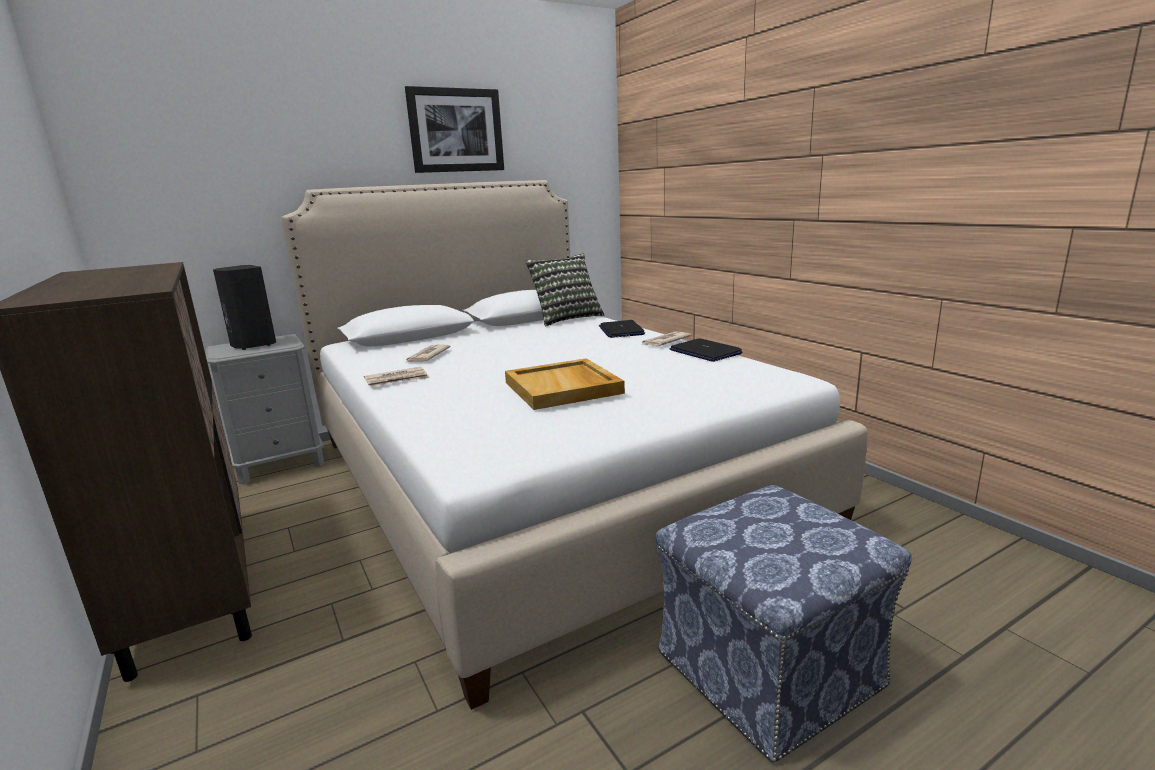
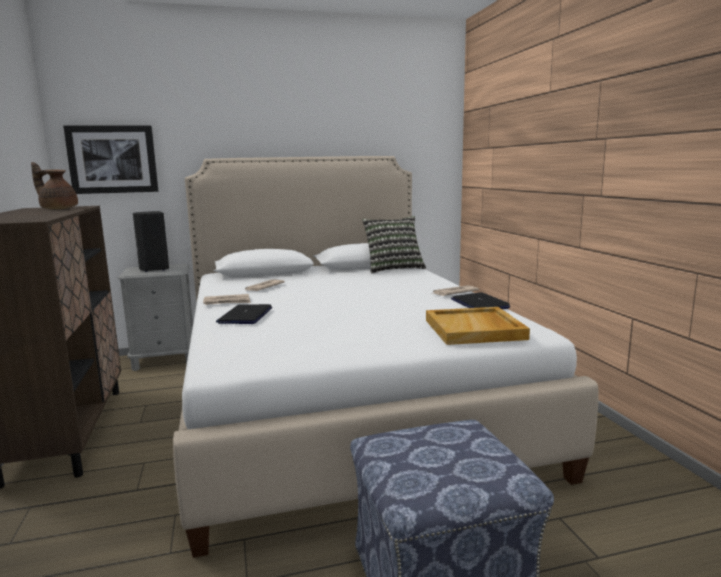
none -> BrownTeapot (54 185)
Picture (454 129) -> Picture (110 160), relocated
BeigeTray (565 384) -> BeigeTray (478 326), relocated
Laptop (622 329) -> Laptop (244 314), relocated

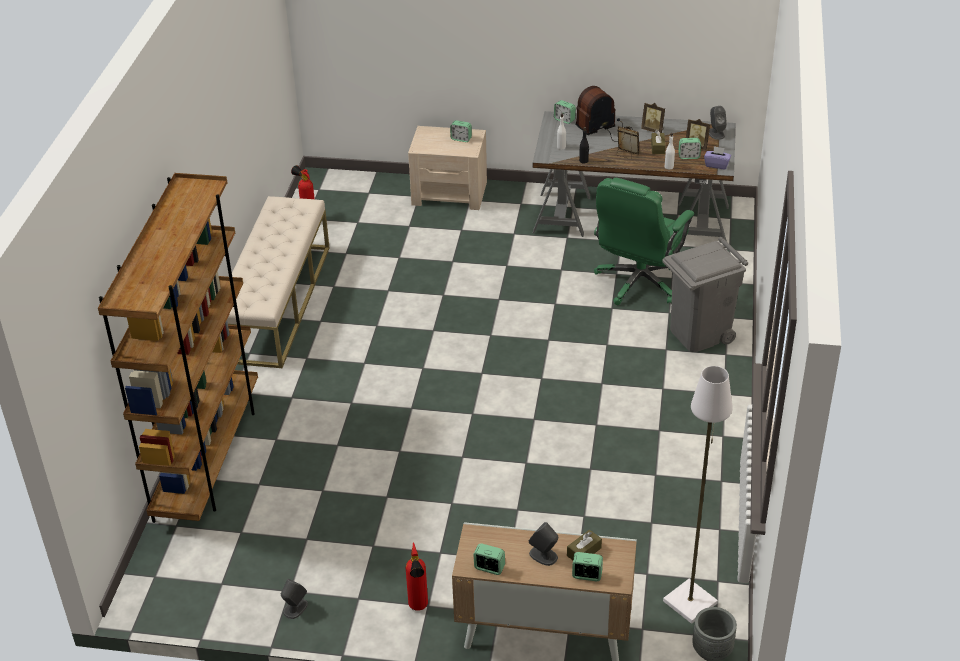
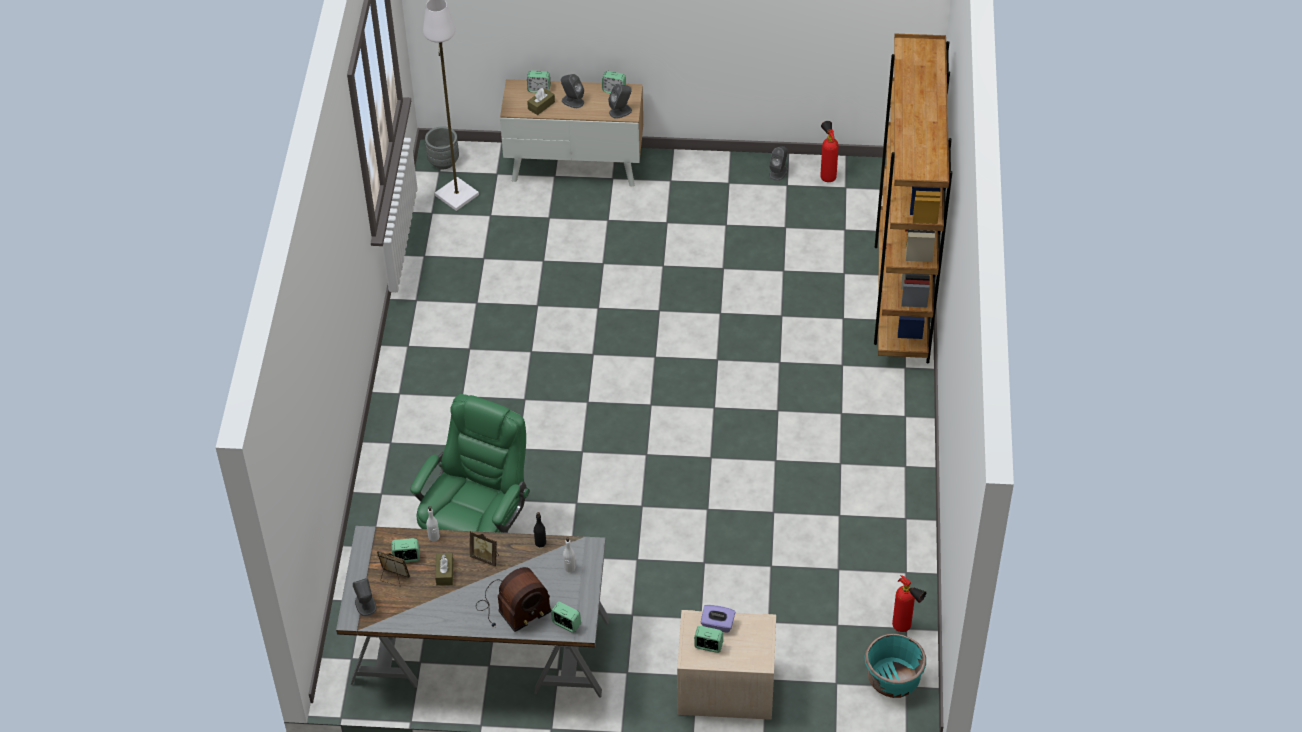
BeigeBench (278 282) -> none
PictureFrame (653 118) -> none
GreyTrashCan (705 294) -> none
none -> GreySpeaker (620 101)
none -> TurquoisePlanter (895 665)
FireExtinguisher (417 576) -> FireExtinguisher (829 151), relocated
PurpleTissueBox (717 157) -> PurpleTissueBox (718 619), relocated

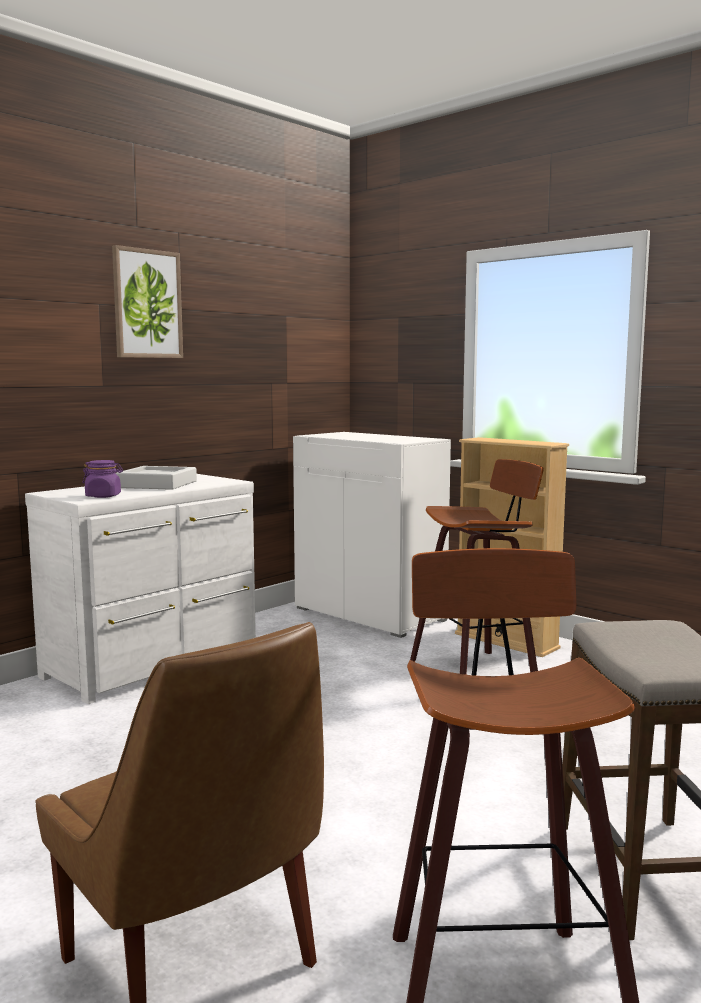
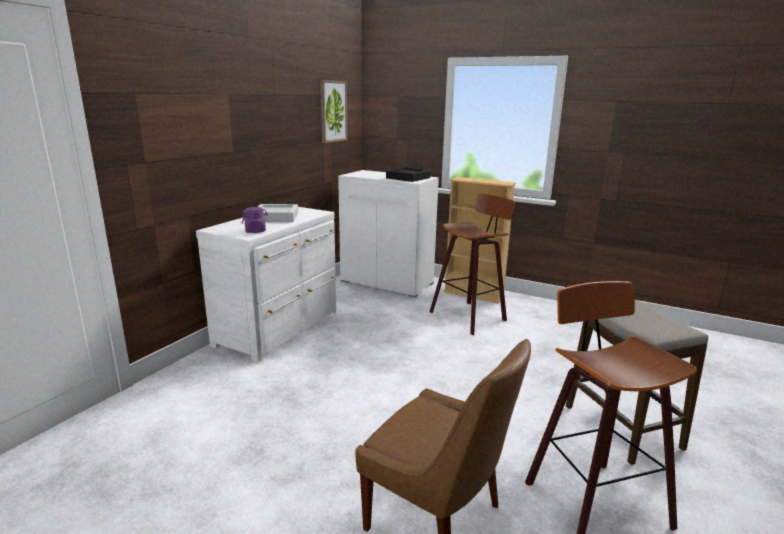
none -> BlackTray (408 174)
Picture (147 301) -> Picture (333 111), relocated

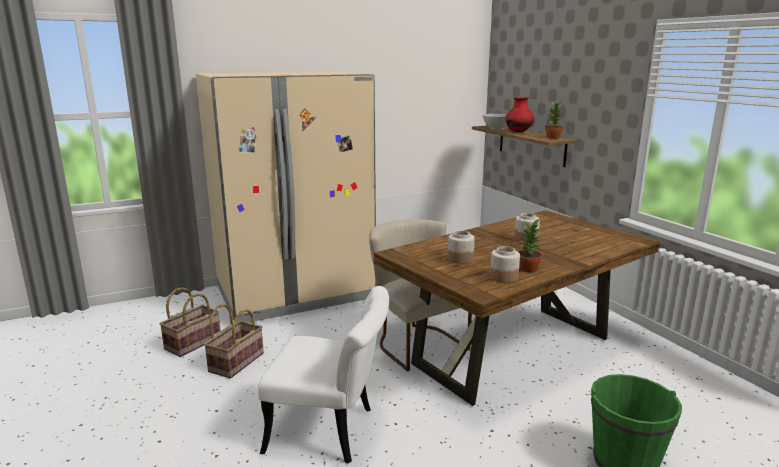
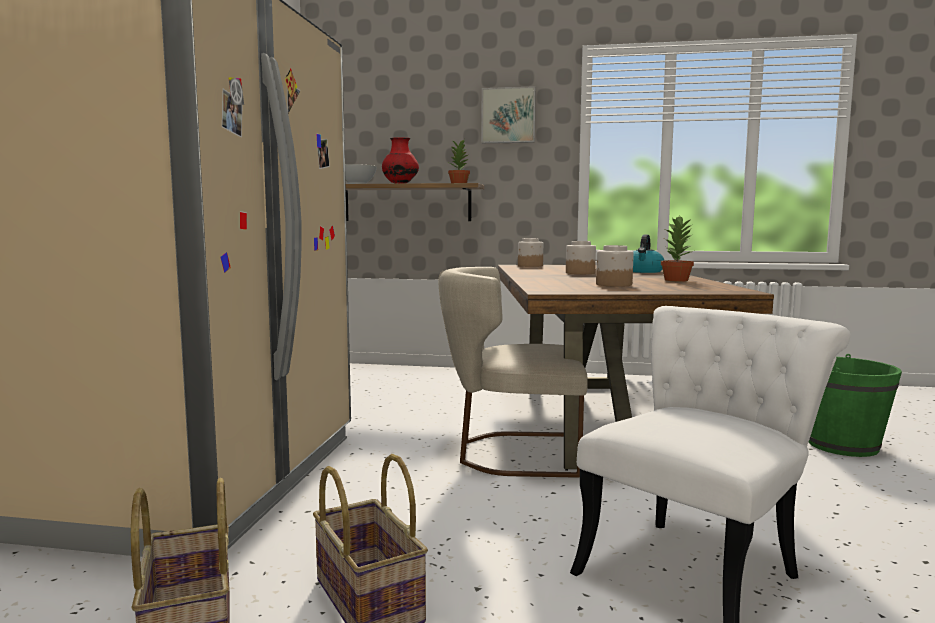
none -> Picture (508 114)
none -> Kettle (648 253)
Jar (505 264) -> Jar (530 252), relocated

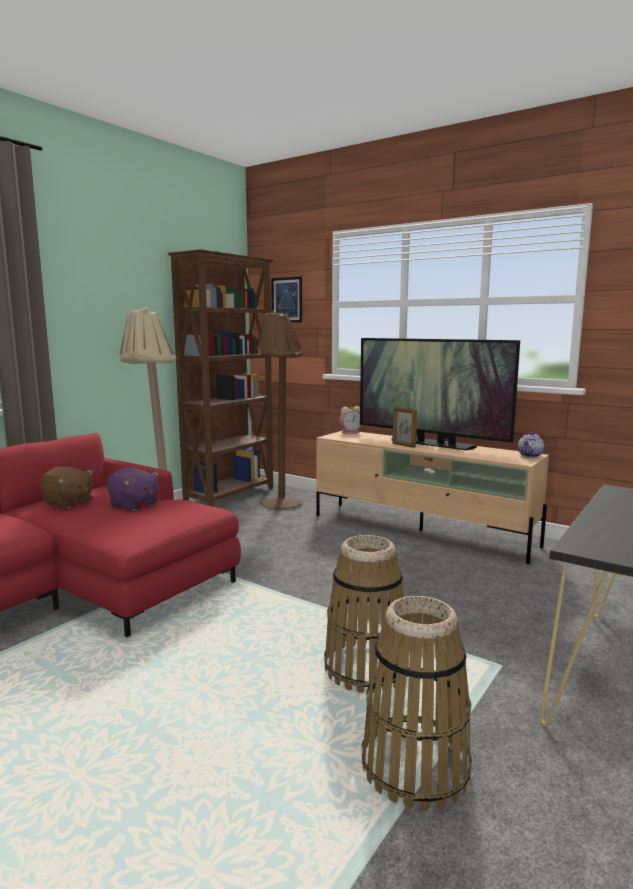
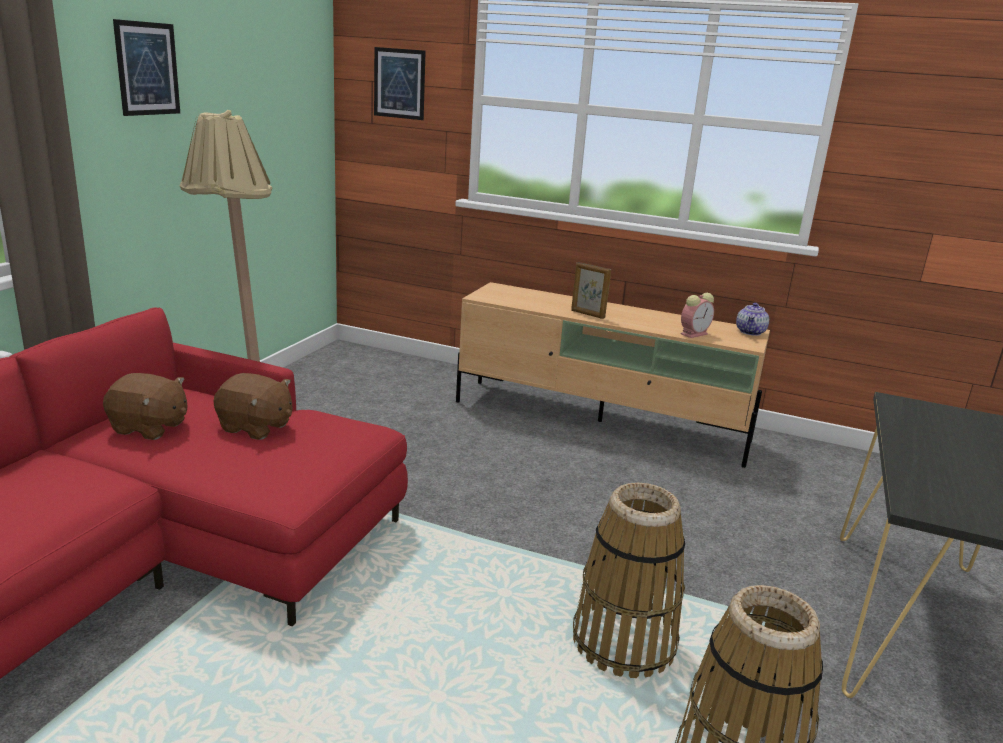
BrownBookcase (221 378) -> none
BrownFloorLamp (280 409) -> none
Television (440 394) -> none
none -> Picture (146 67)
AlarmClock (350 420) -> AlarmClock (697 315), relocated
PurplePlushToy (133 489) -> BrownPlushToy (252 406)

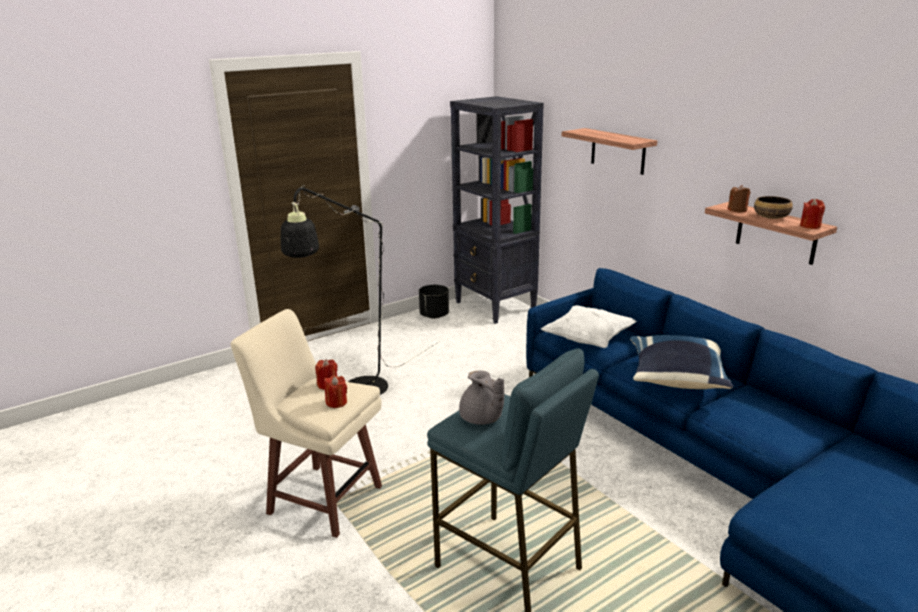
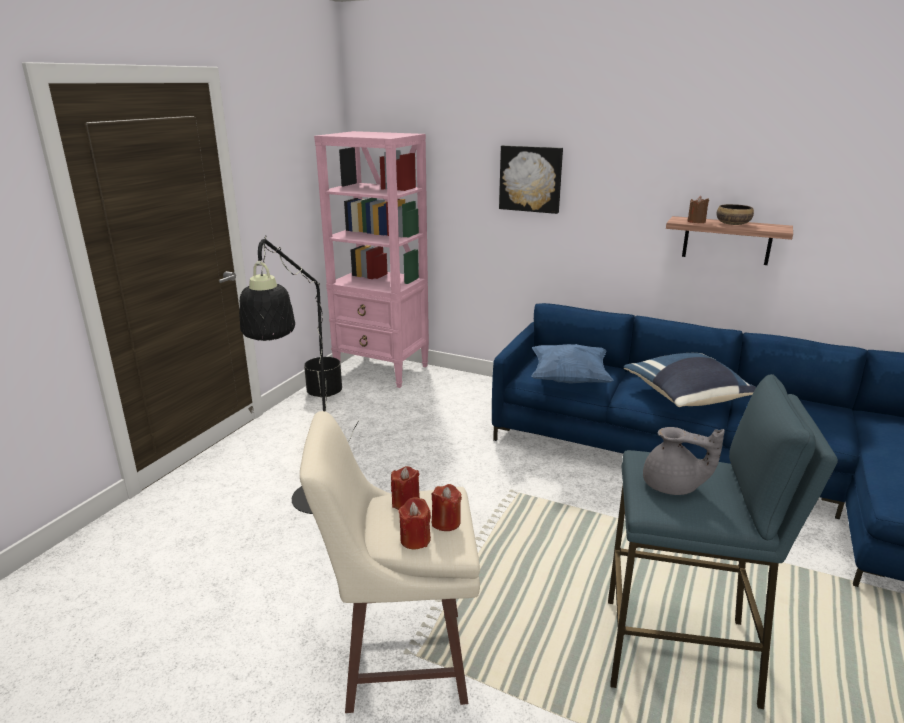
RedCandle (812 214) -> RedCandle (414 523), relocated
Shelf (609 151) -> Picture (531 179)
BlackBookcase (497 210) -> PinkBookcase (371 259)
WhitePillow (589 326) -> BluePillow (572 364)

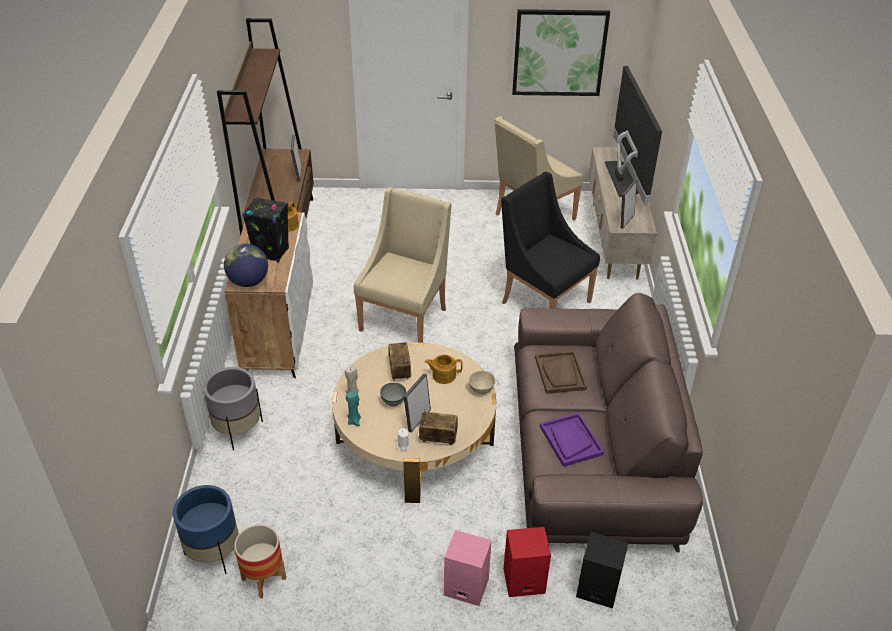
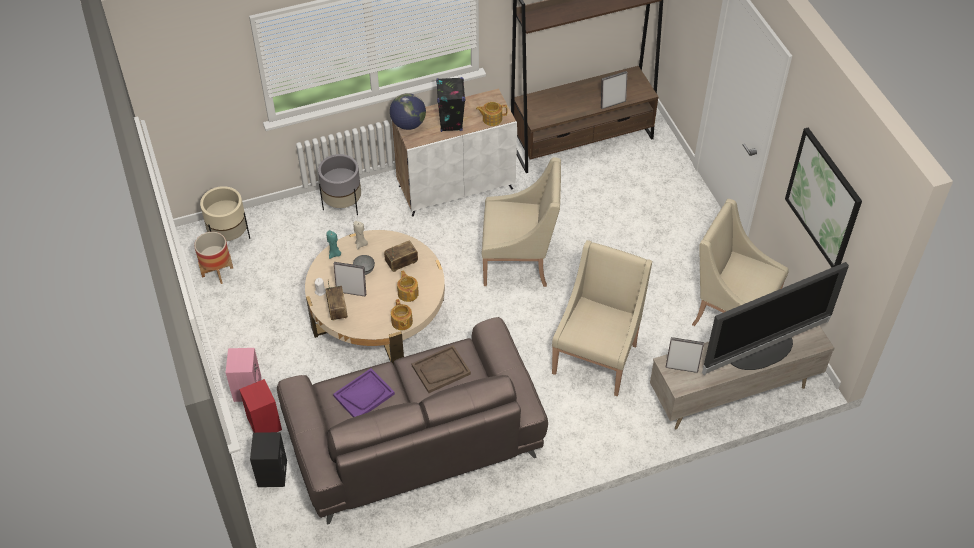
BeigeBowl (482 382) -> Teapot (402 314)
BluePlanter (206 529) -> BeigePlanter (225 213)
BlackArmchair (550 240) -> BeigeArmchair (602 318)

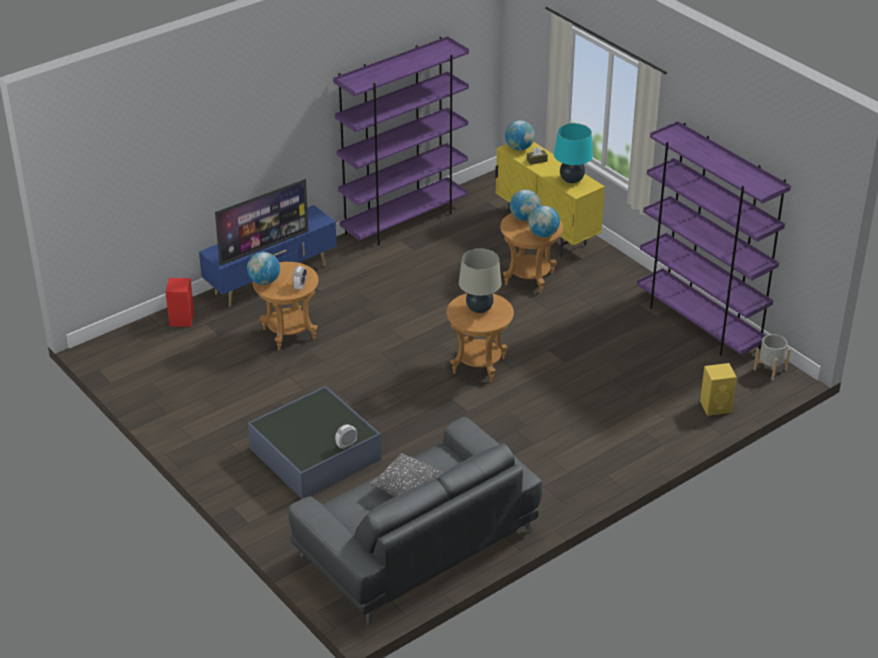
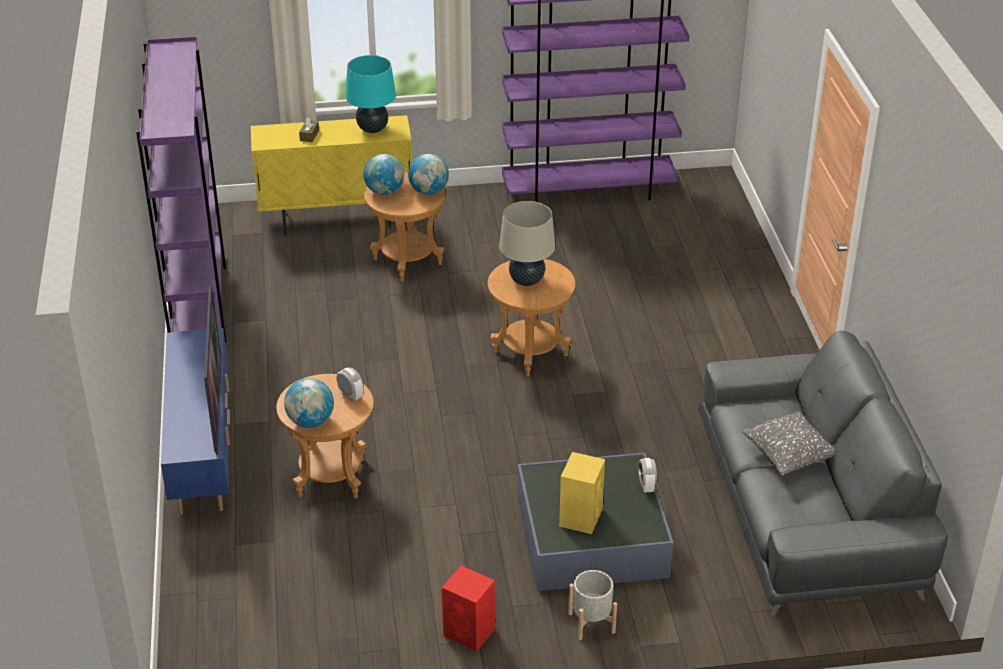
Globe (520 135) -> none
RedSpeaker (179 302) -> RedSpeaker (468 609), relocated
YellowSpeaker (718 389) -> YellowSpeaker (582 493), relocated
GreyPlanter (772 357) -> GreyPlanter (592 605), relocated

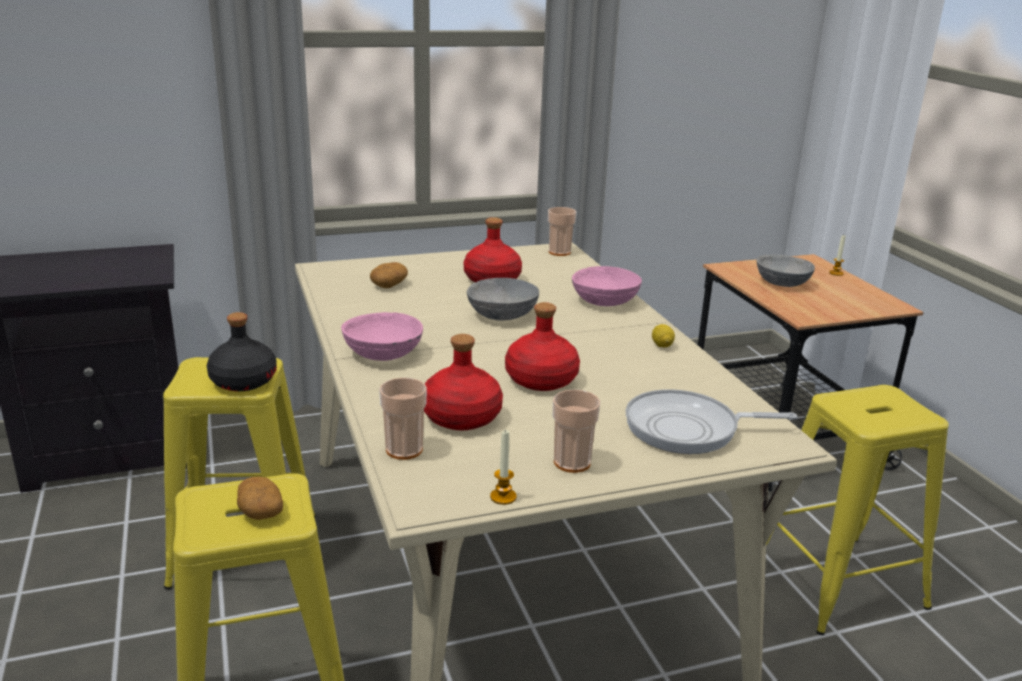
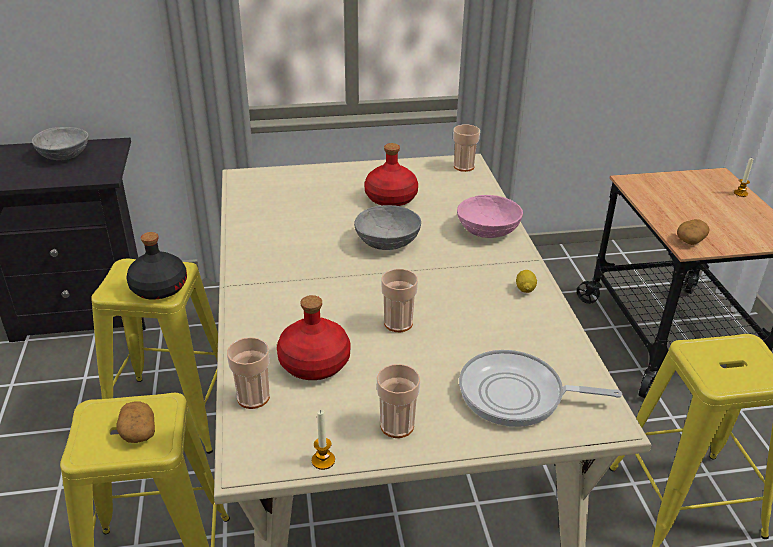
PinkBowl (382 336) -> none
Potato (389 275) -> Potato (693 232), relocated
GreyBowl (786 271) -> GreyBowl (60 143), relocated
RedBottle (542 346) -> Cup (399 300)

